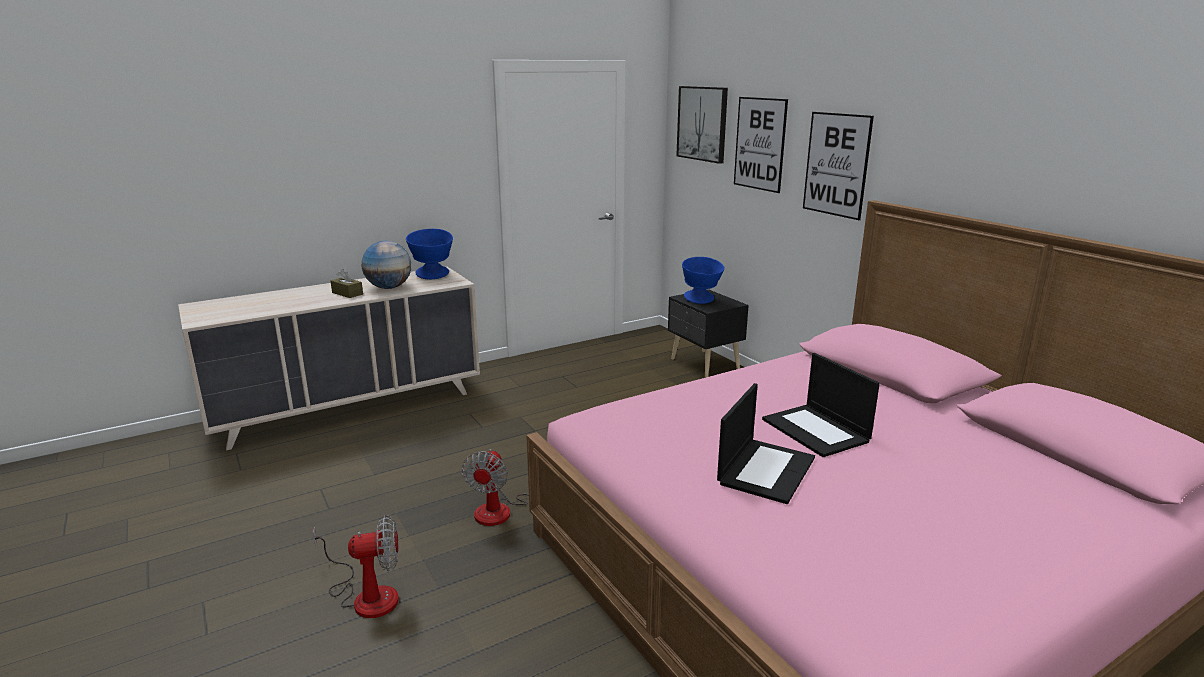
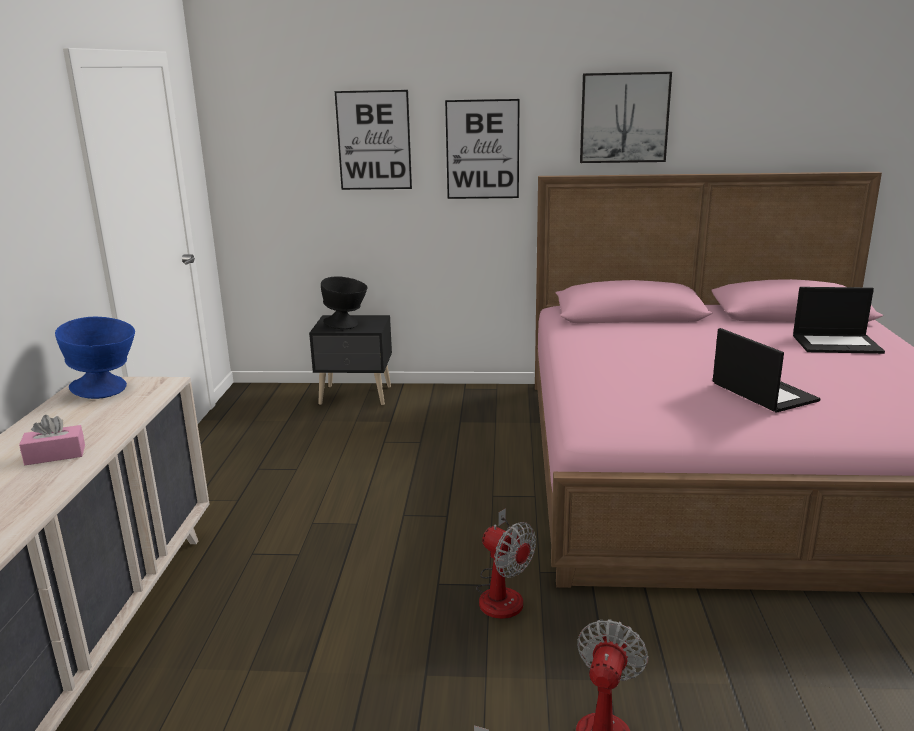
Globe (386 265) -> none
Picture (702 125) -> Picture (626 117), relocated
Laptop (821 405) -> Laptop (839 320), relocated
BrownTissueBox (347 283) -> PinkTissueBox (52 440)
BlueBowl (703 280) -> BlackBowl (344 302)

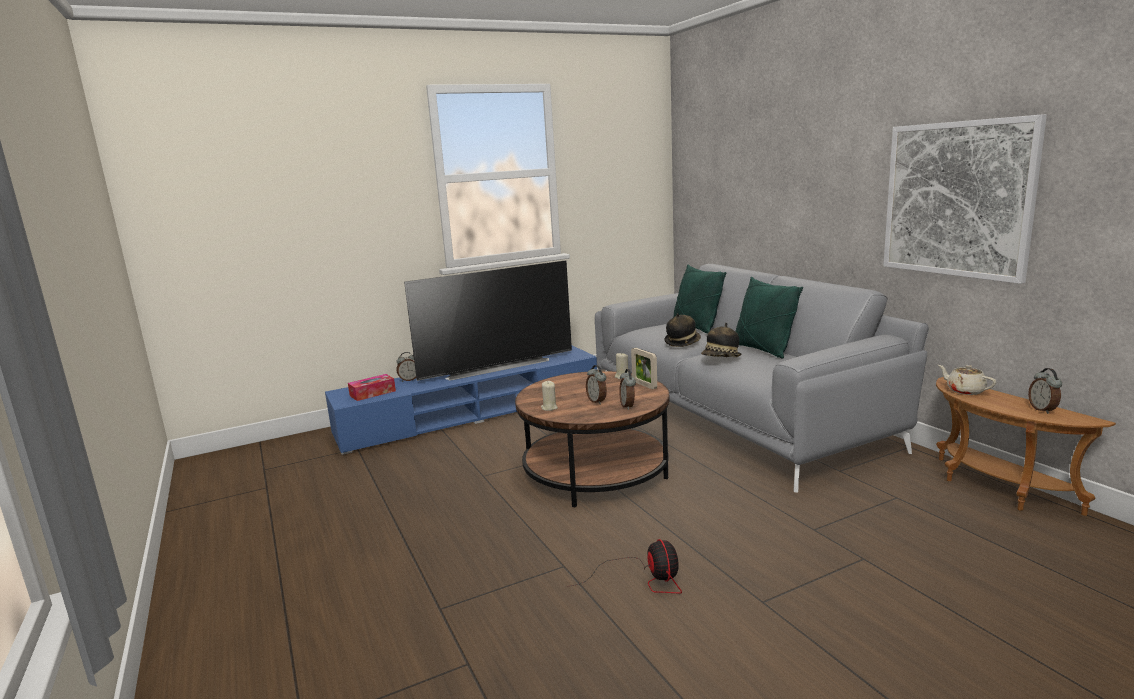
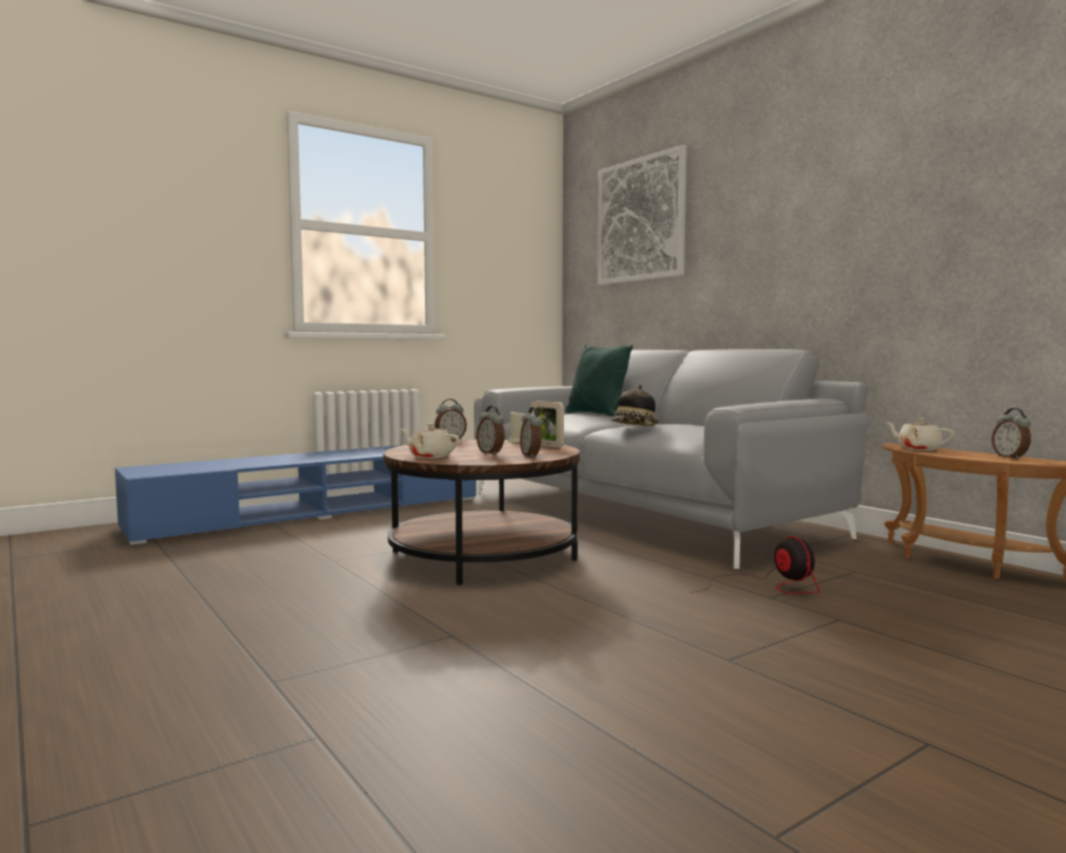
TissueBox (372 387) -> none
Television (488 320) -> none
Hat (682 330) -> none
GreenPillow (769 317) -> none
AlarmClock (406 367) -> AlarmClock (451 420), relocated
Fan (624 566) -> Fan (754 565), relocated
Picture (965 199) -> Picture (642 215), relocated
BeigeCandle (549 396) -> BeigeTeapot (430 441)

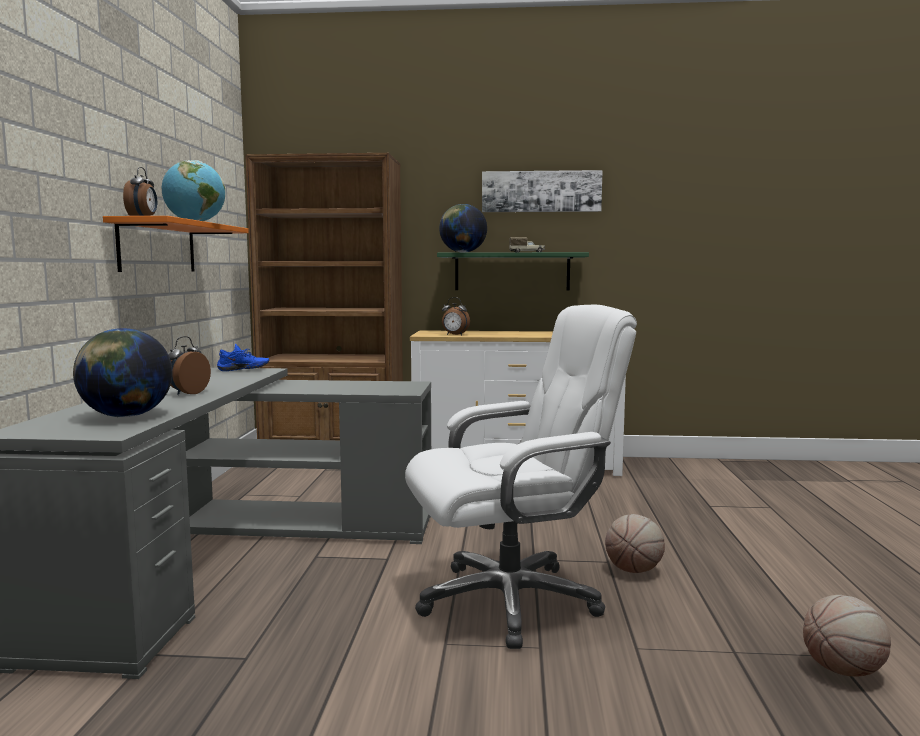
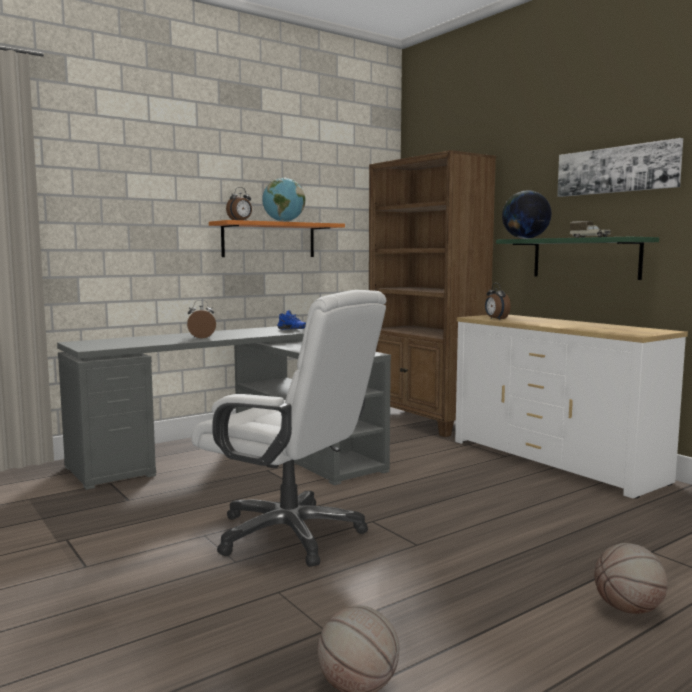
Globe (122 372) -> none
Basketball (635 543) -> Basketball (631 578), relocated

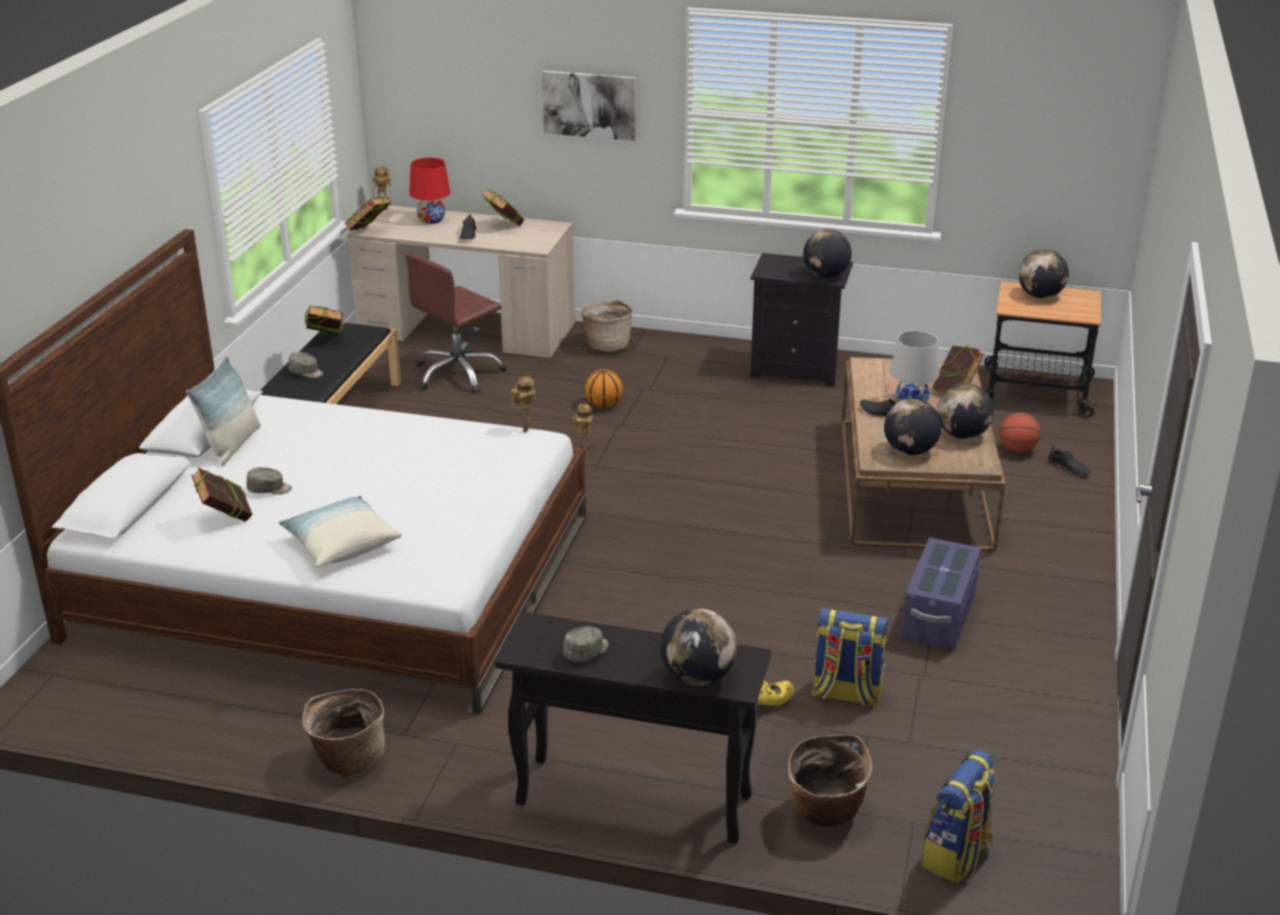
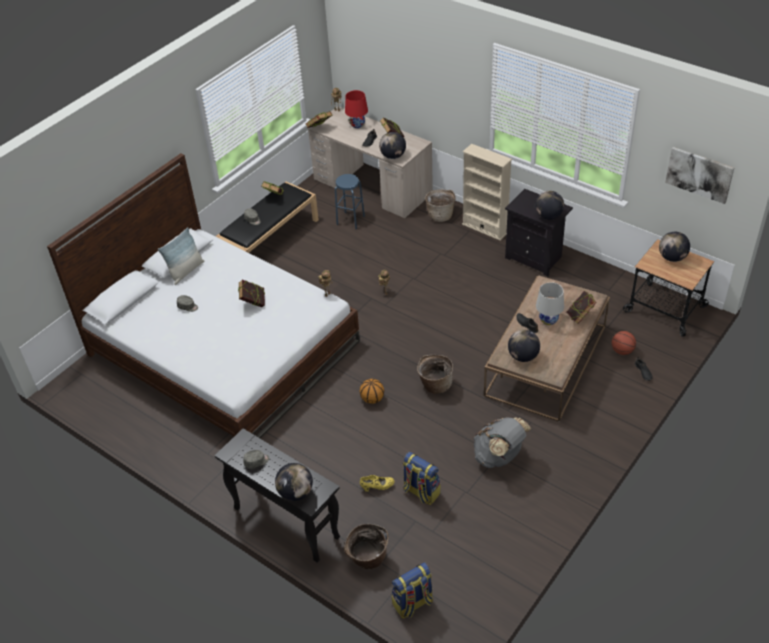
Pillow (340 531) -> none
none -> BeigeBookcase (487 192)
Book (222 495) -> Book (251 293), relocated
Basket (343 733) -> Basket (435 374), relocated
Picture (589 105) -> Picture (699 175), relocated
Basketball (603 388) -> Basketball (371 391), relocated
Globe (965 411) -> Globe (392 145), relocated
BrownOfficeChair (456 323) -> BlueStool (350 201)
PurpleStorageBox (941 593) -> GreyBackpack (502 442)

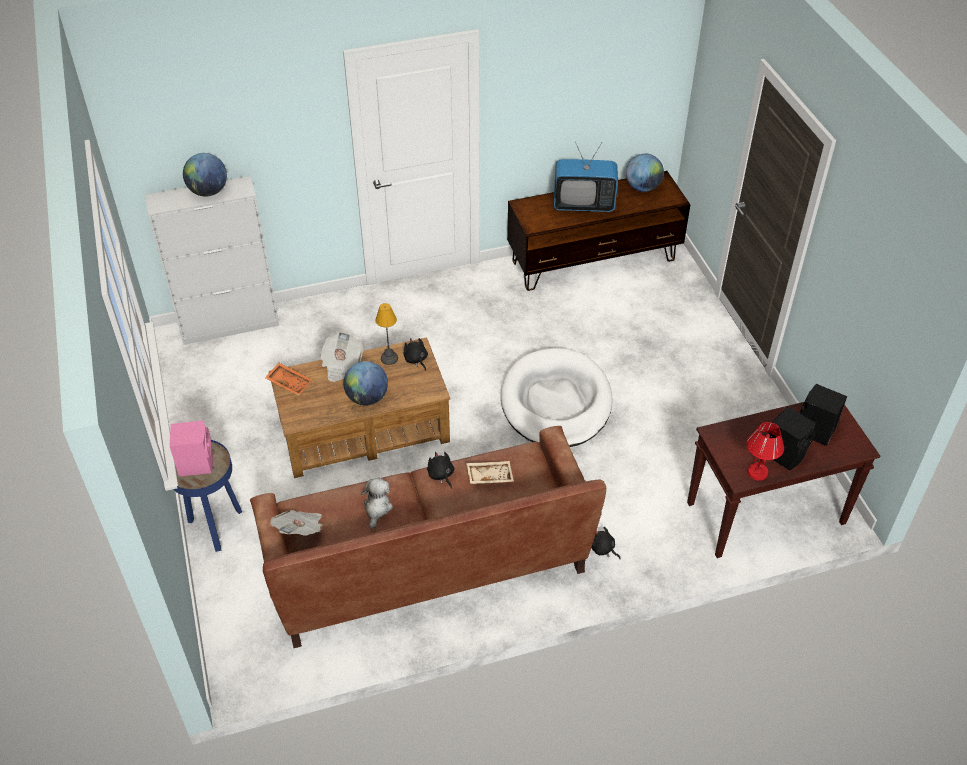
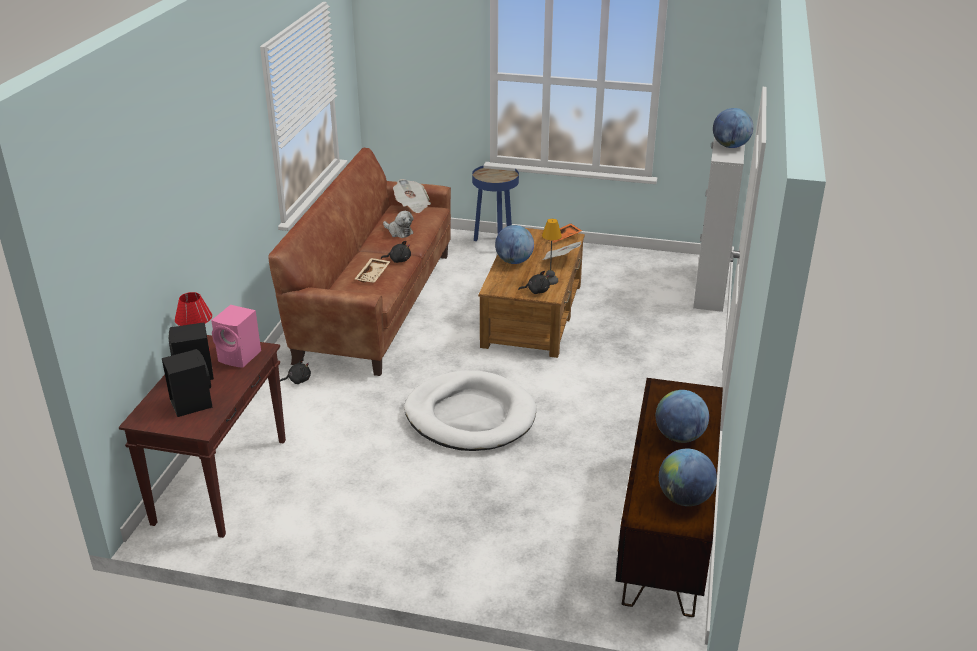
PinkSpeaker (191 448) -> PinkSpeaker (236 336), relocated
Television (586 176) -> Globe (682 416)

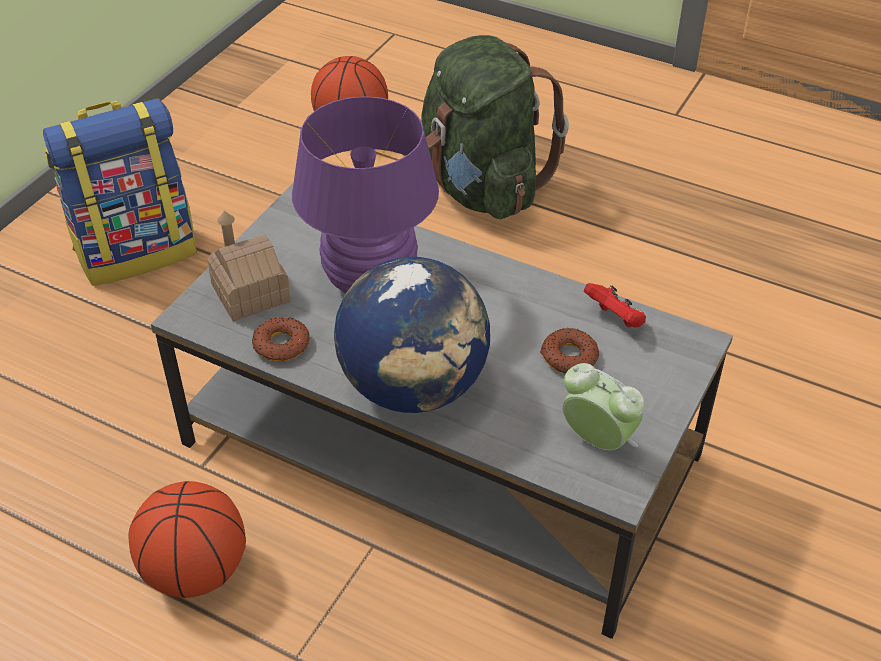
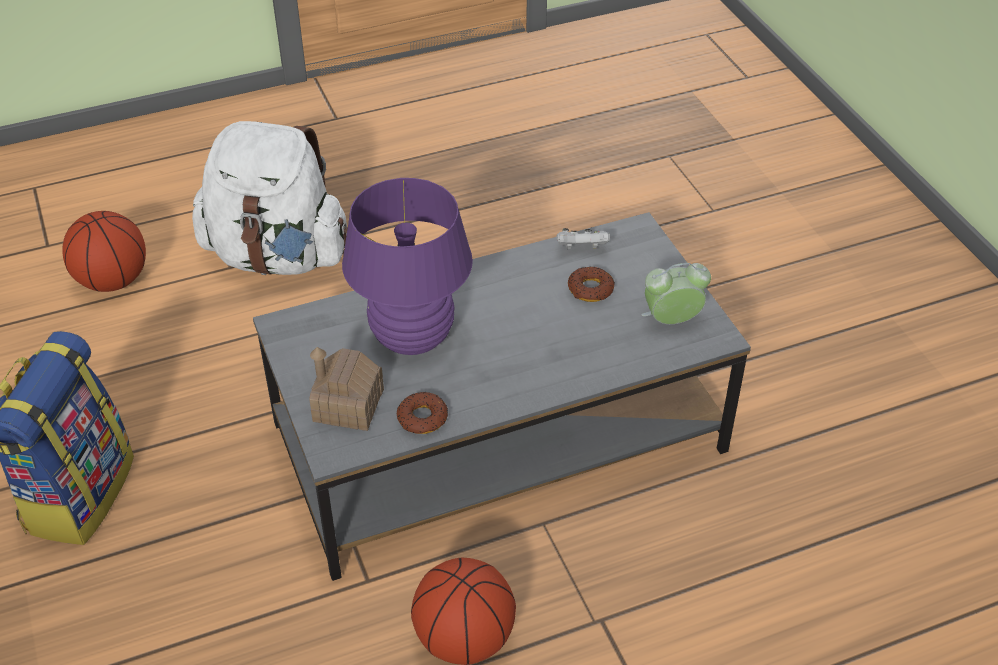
Globe (412 335) -> none
GreenBackpack (495 127) -> WhiteBackpack (270 198)
RedGameController (615 305) -> WhiteGameController (583 238)

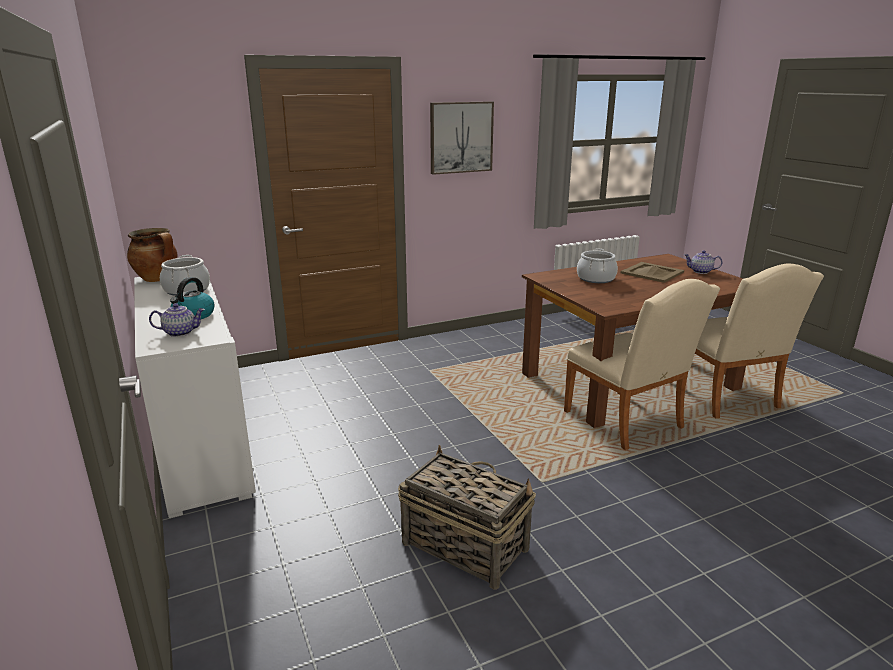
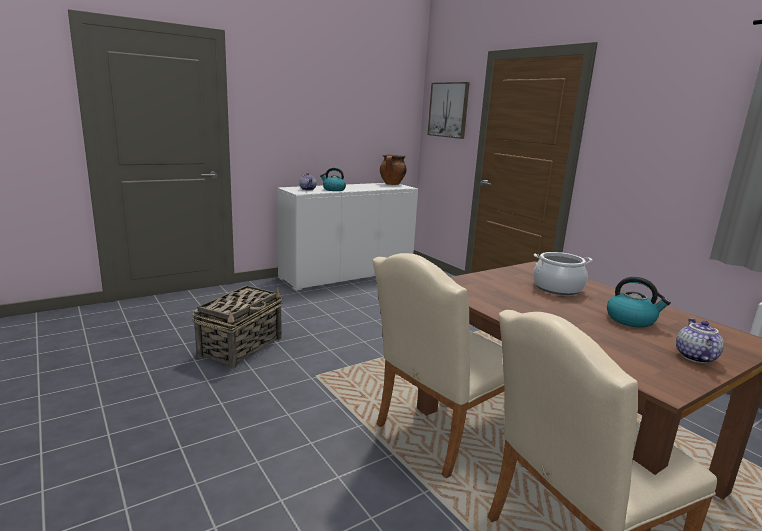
CookingPot (185 275) -> none
Picture (462 138) -> Picture (449 110), relocated
BeigeTray (652 272) -> Kettle (639 302)

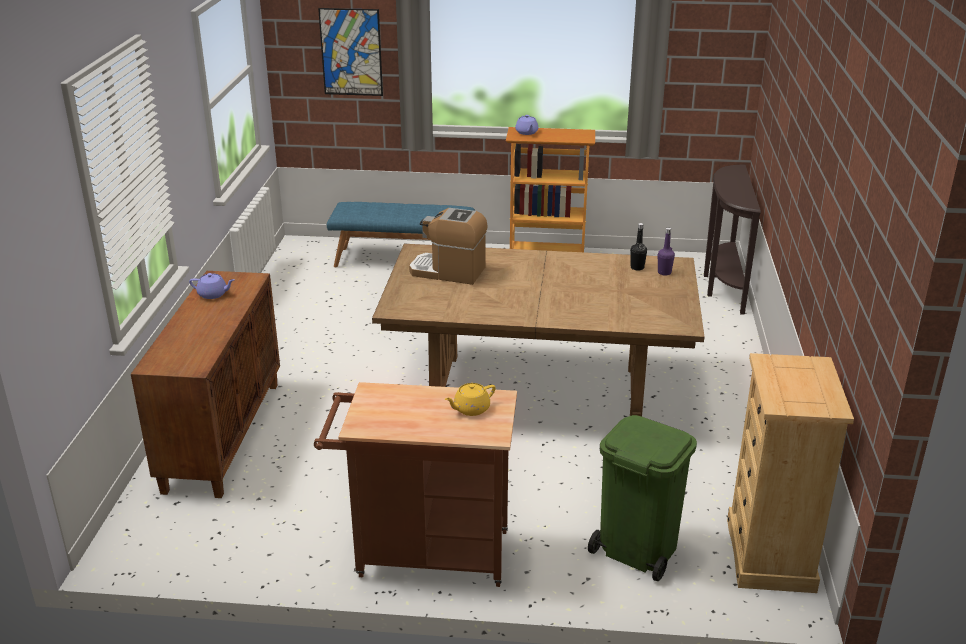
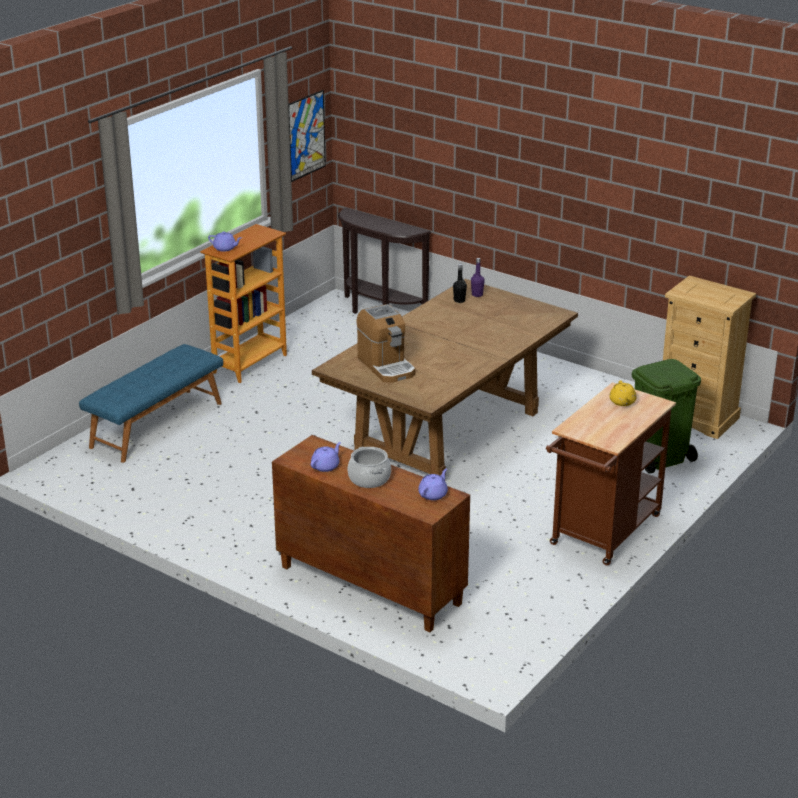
none -> CookingPot (369 467)
none -> PurpleTeapot (433 484)
Picture (350 52) -> Picture (307 136), relocated
CoffeeMachine (448 246) -> CoffeeMachine (386 343), 75 degrees counterclockwise

